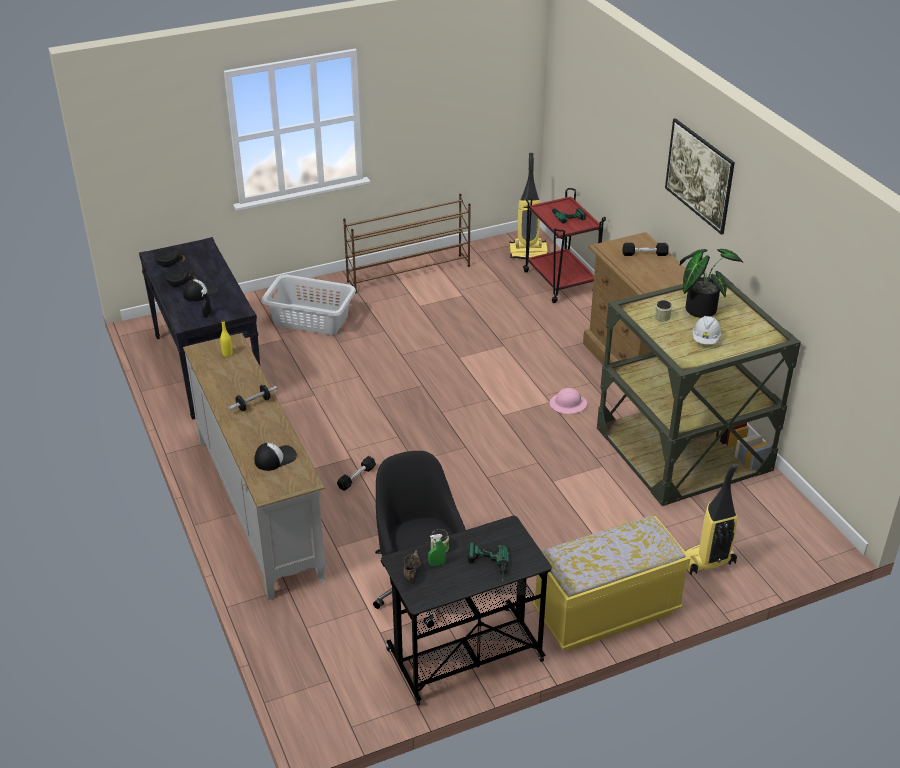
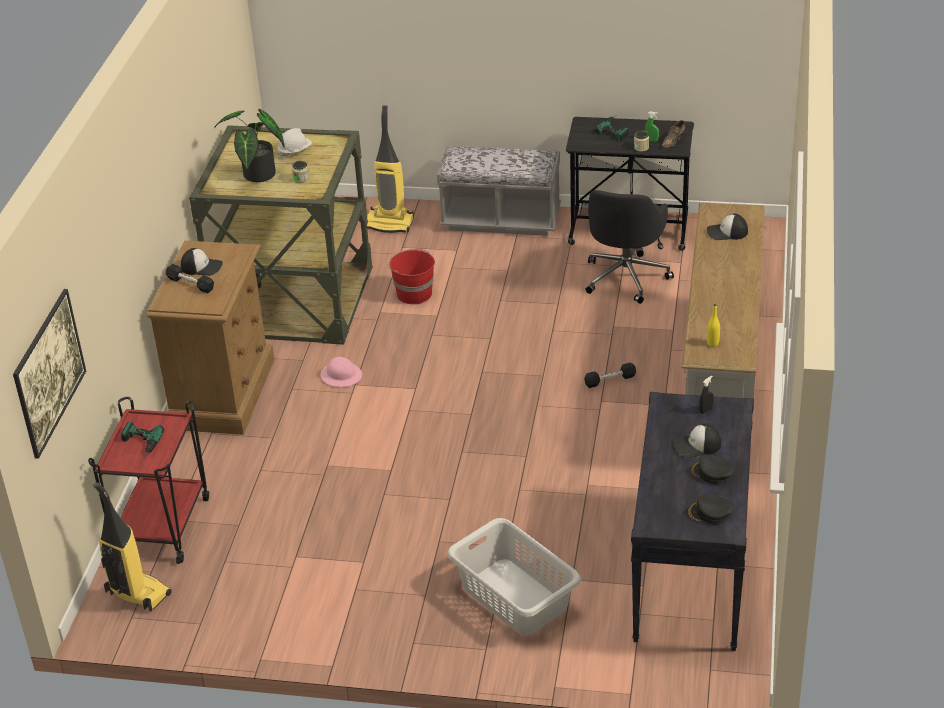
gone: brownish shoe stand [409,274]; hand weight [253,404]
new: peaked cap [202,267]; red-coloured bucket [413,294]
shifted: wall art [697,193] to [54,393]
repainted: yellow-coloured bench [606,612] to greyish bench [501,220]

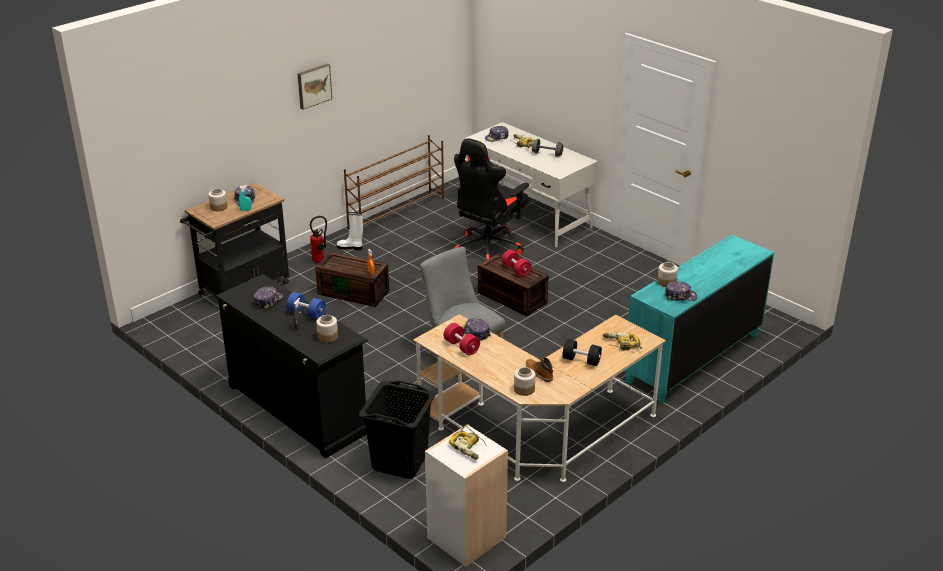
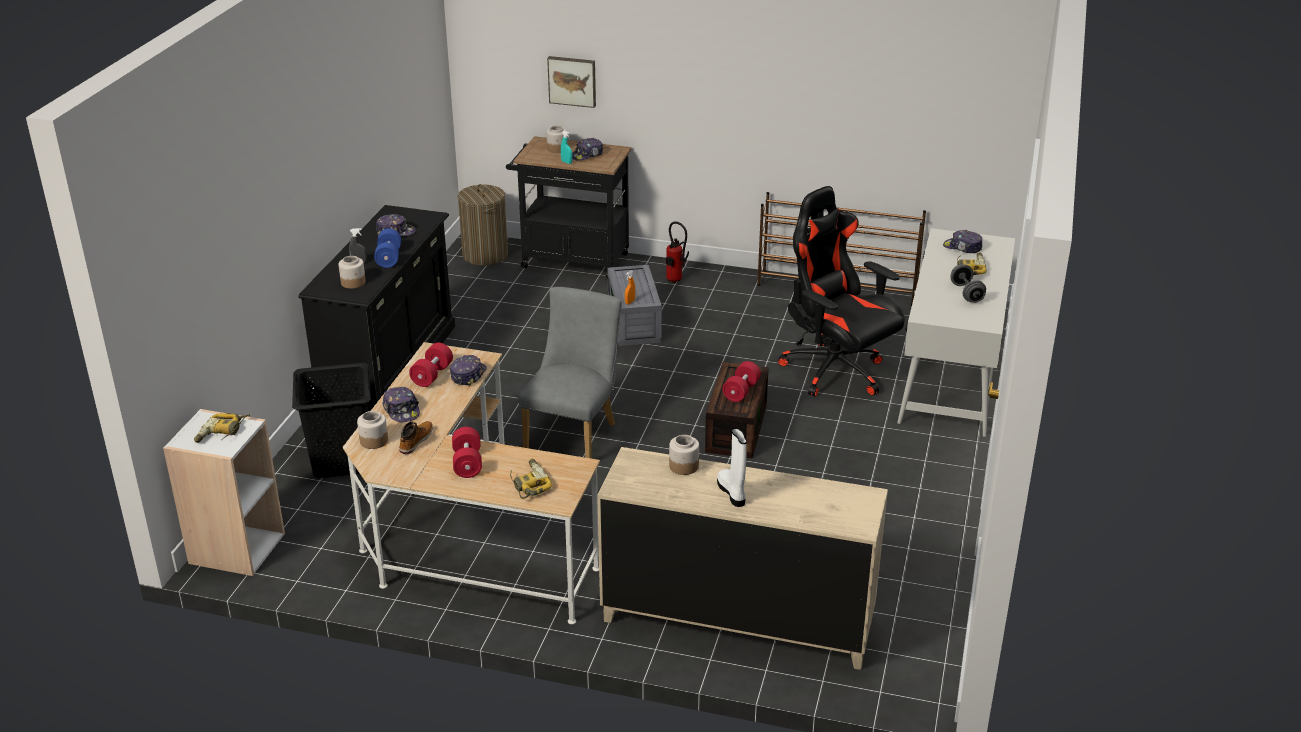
new: laundry basket [485,255]
shifted: wall art [313,85] to [572,81]; white tall boot [350,247] to [732,492]; peaked cap [680,296] to [402,410]
repainted: turquoise chest of drawers [693,359] to sand-coloured chest of drawers [737,622]; brownish storage container [354,292] to greyish storage container [635,323]; black hand weight [581,360] to red-coloured hand weight [467,463]
rotated: black desk chair [491,246] = [839,375] 45 degrees clockwise

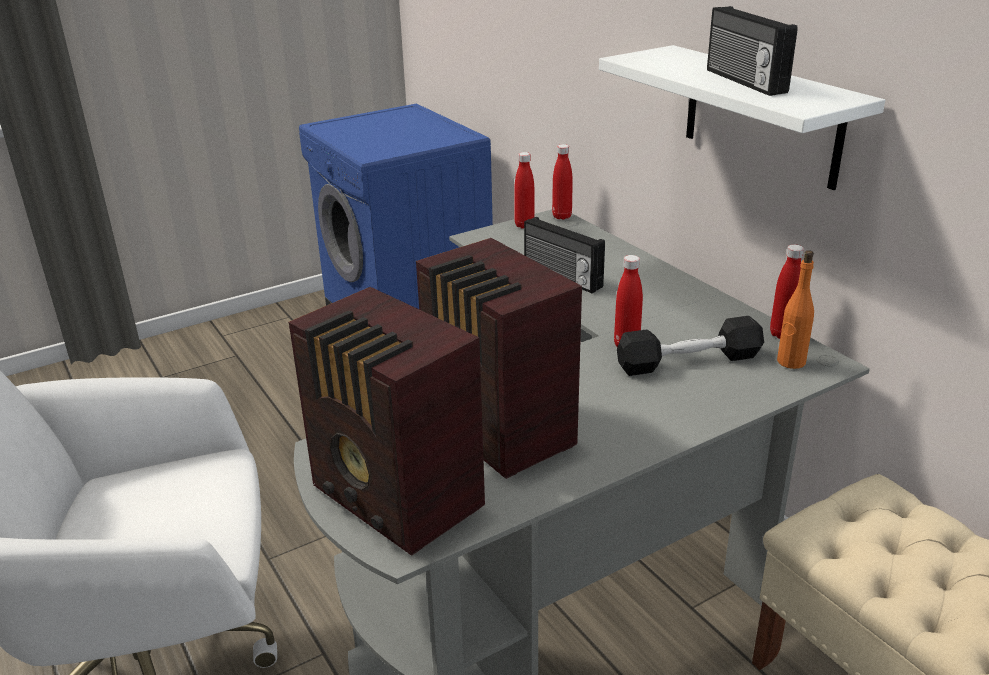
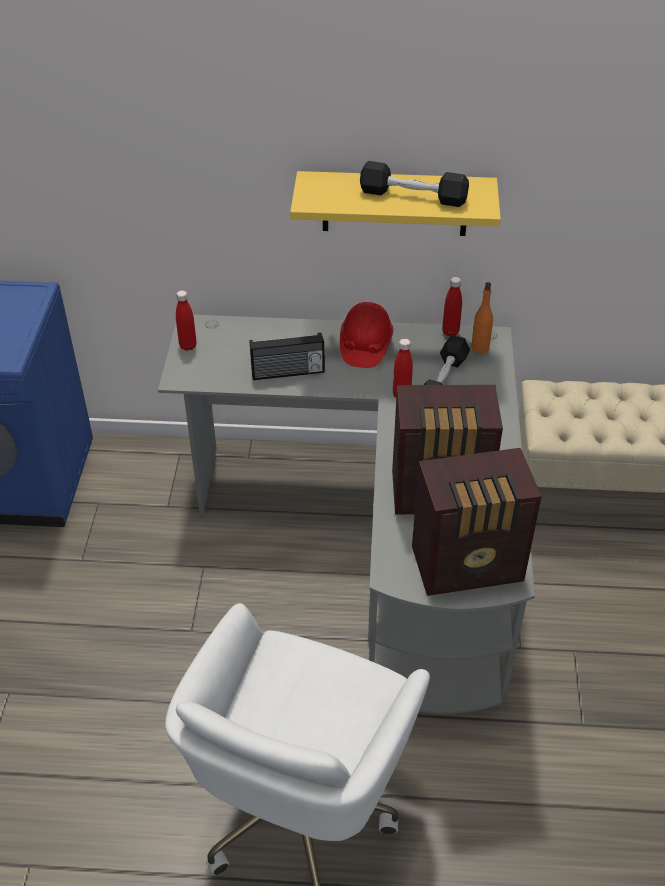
gone: red-coloured beverage bottle [562,216]
new: red-coloured work helmet [365,346]
swapped: radio set [743,81] to black hand weight [413,196]
repainted: white wall shelf [761,116] to yellow-coloured wall shelf [395,203]

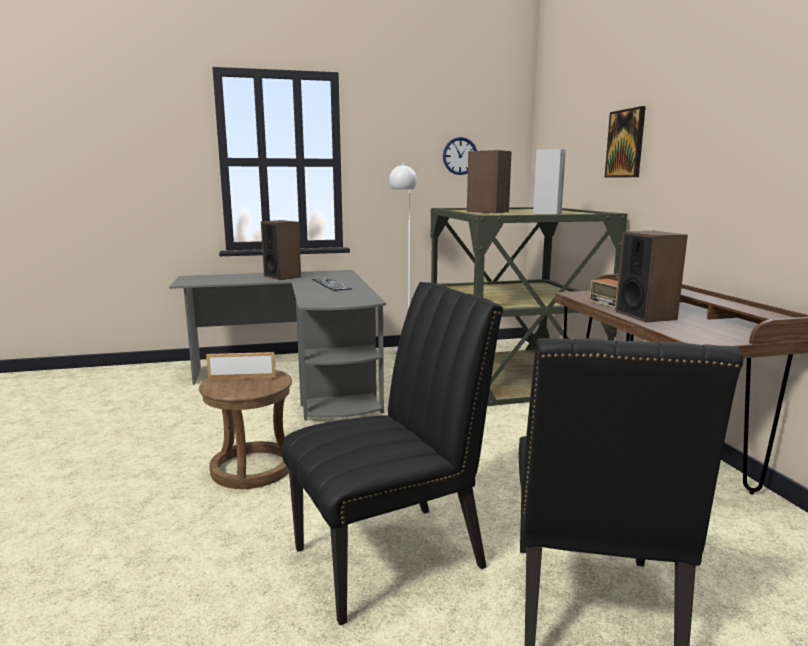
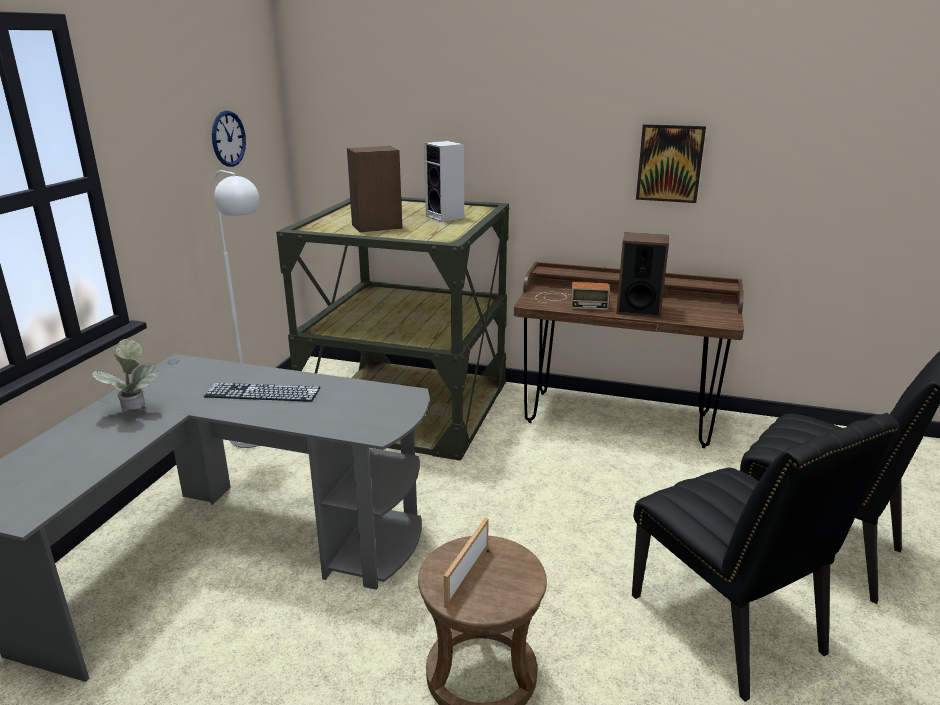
shifted: wall art [625,143] to [670,163]
swapped: speaker [282,276] to plant in a pot [135,413]
rotated: black plain chair [388,559] = [724,622] 150 degrees clockwise

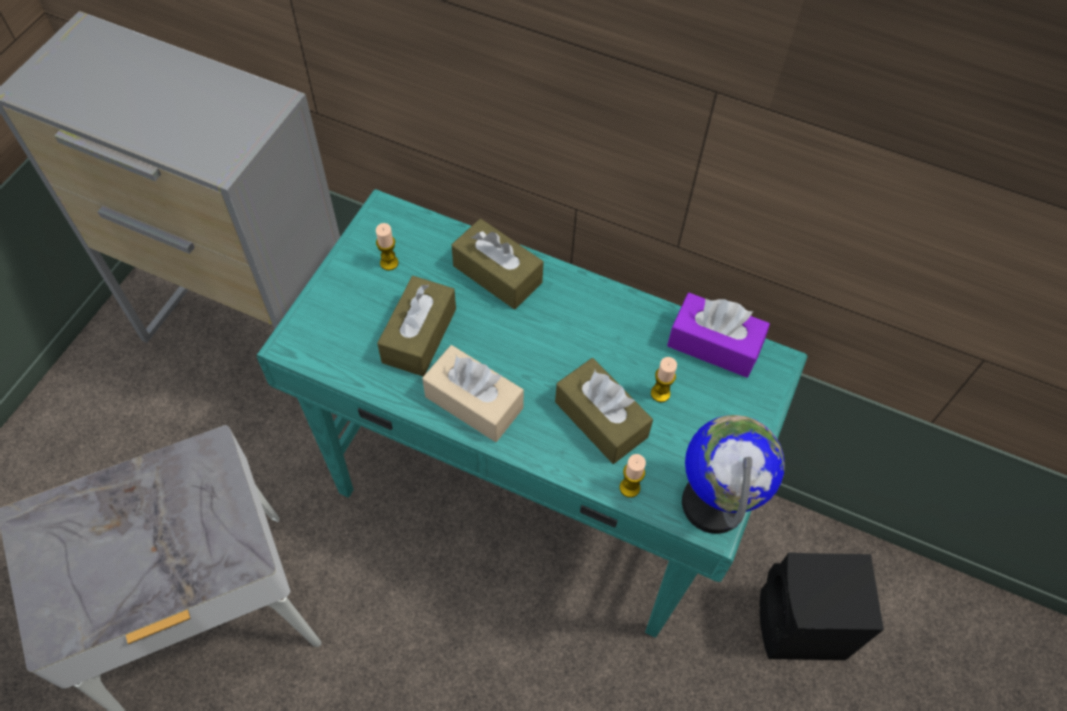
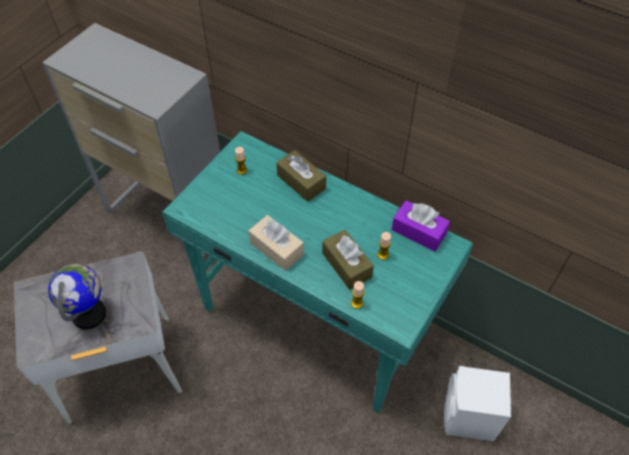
gone: brownish tissue holder [419,335]
shifted: desk globe [714,503] to [90,314]
repainted: black speaker [800,628] to white speaker [468,419]

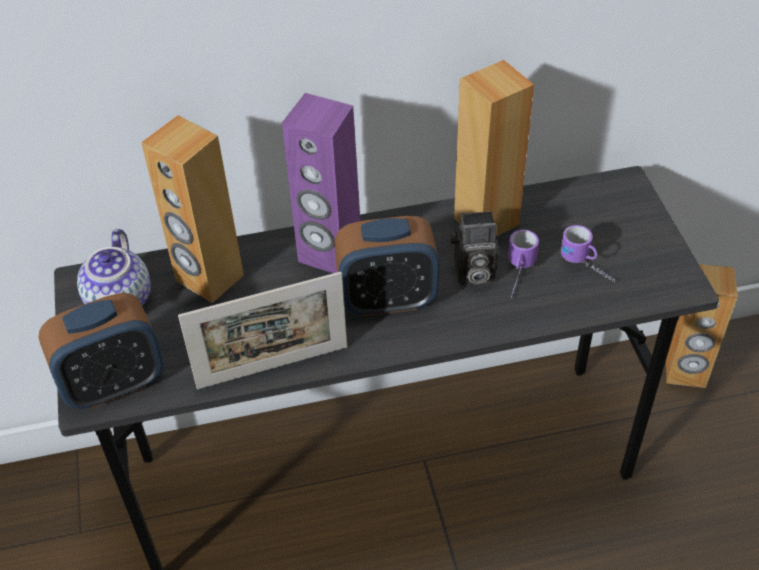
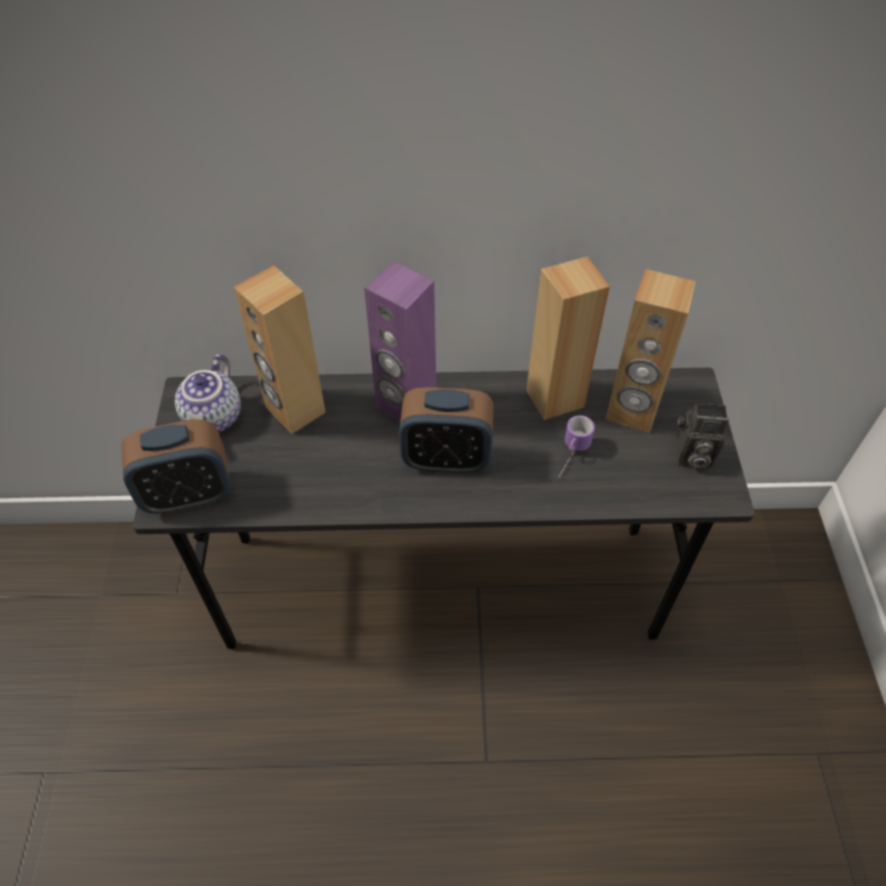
gone: tea mug [587,268]; photo frame [273,367]
shifted: still camera [472,274] to [691,456]; brownish speaker [685,372] to [631,411]

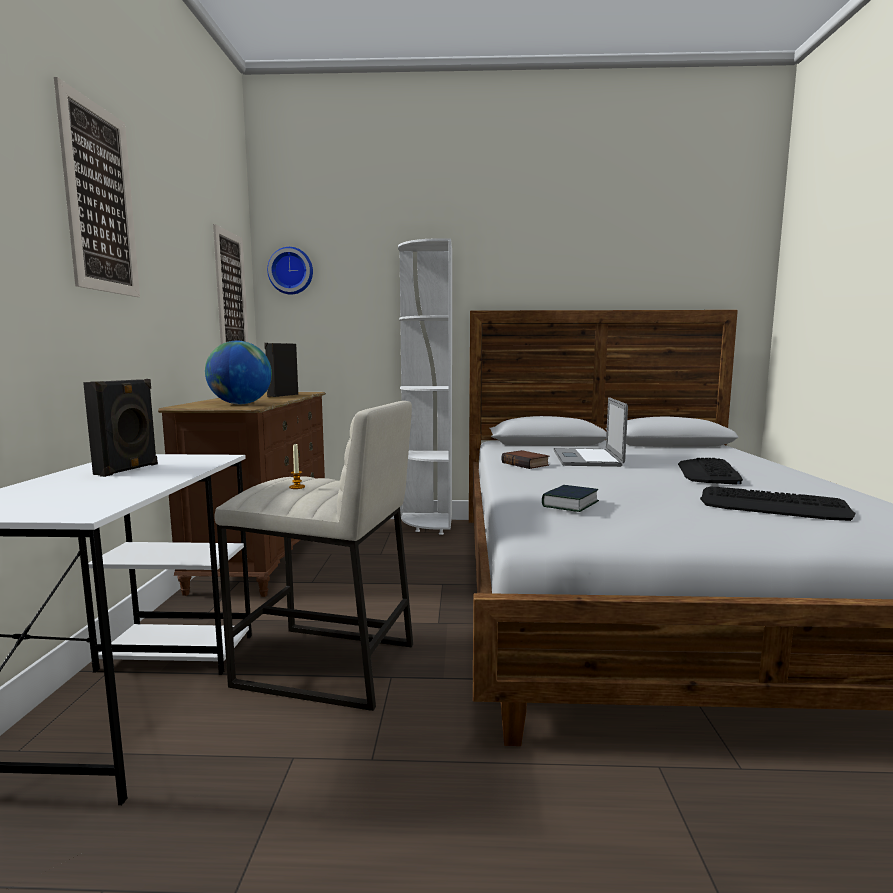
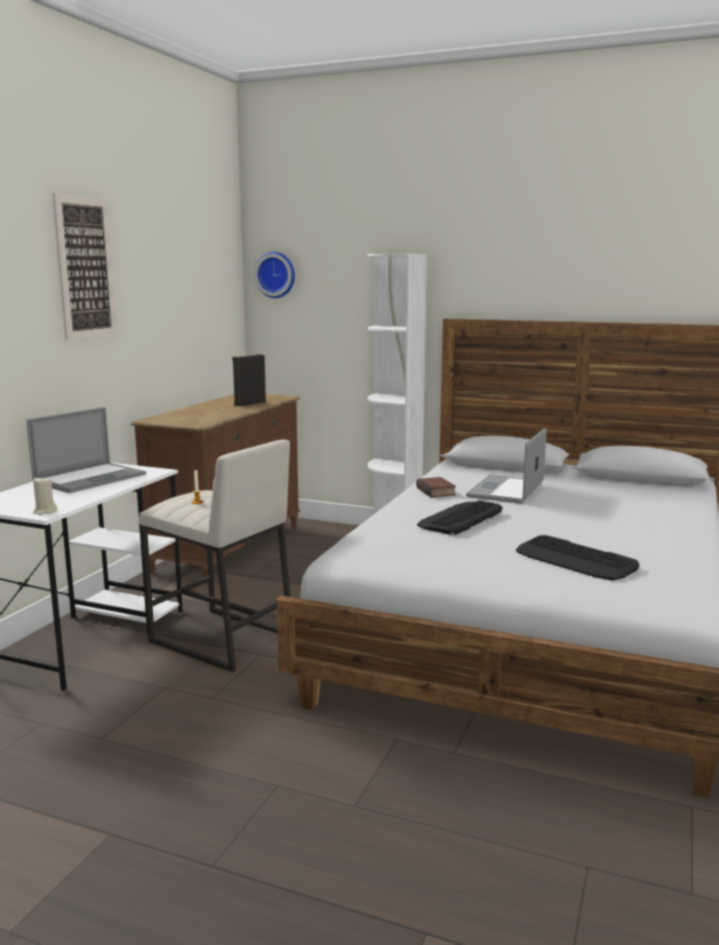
gone: wall art [231,291]; desk globe [240,404]; bound book [570,504]
new: sand-coloured candle [45,511]
shifted: keyboard [708,472] to [460,518]
swapped: black speaker [128,469] to laptop [90,478]

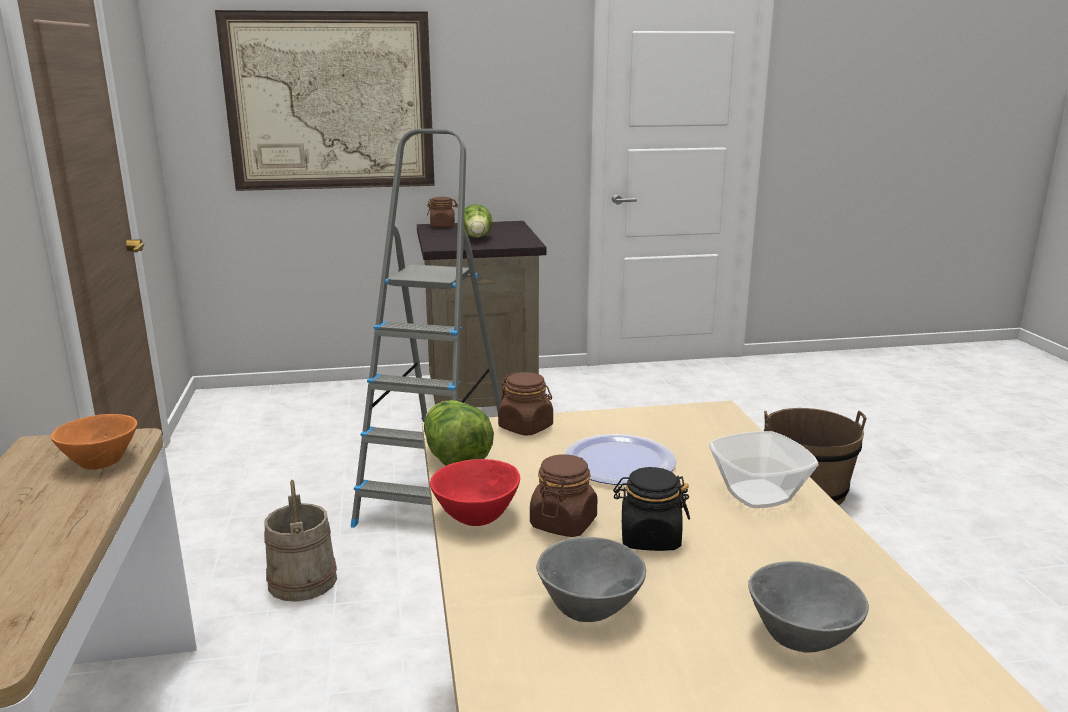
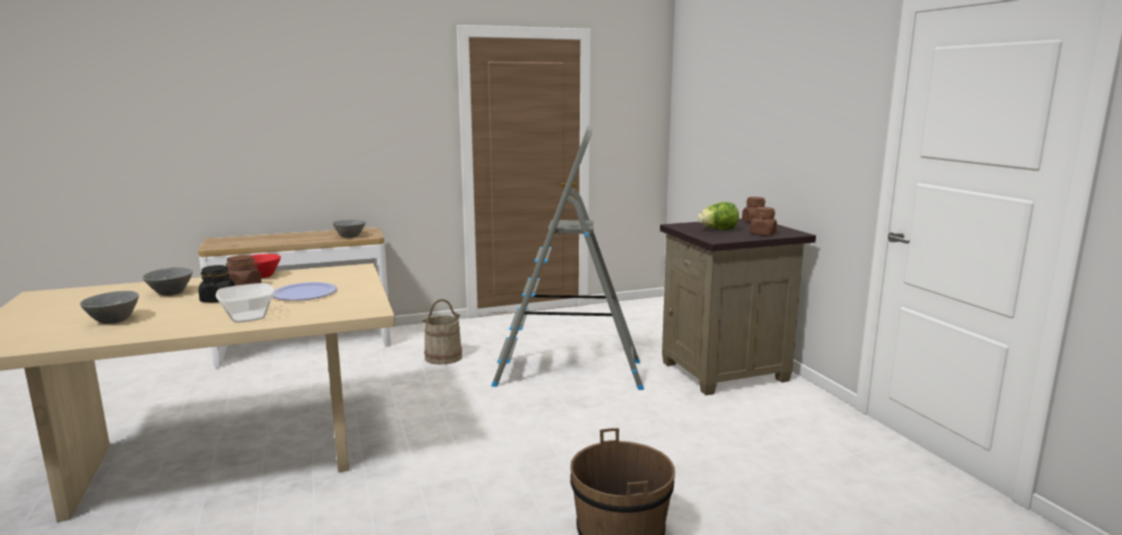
gone: wall art [330,102]; lettuce head [454,459]
shifted: brownish jar [526,427] to [763,234]
repainted: orangey deep dish [103,461] to greyish deep dish [350,236]

